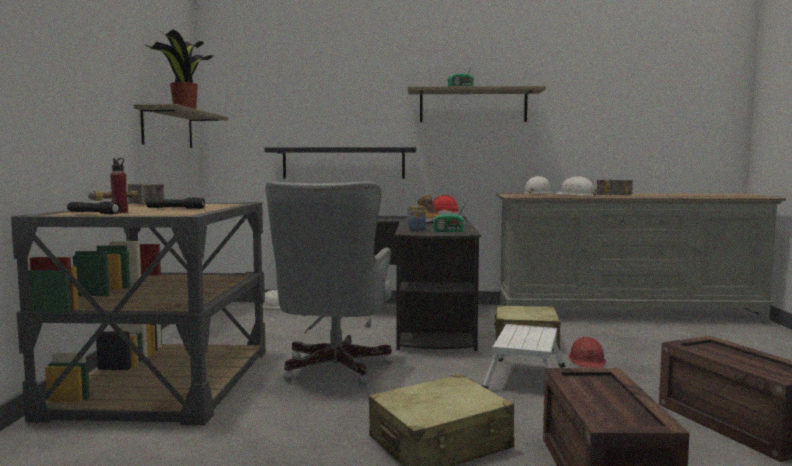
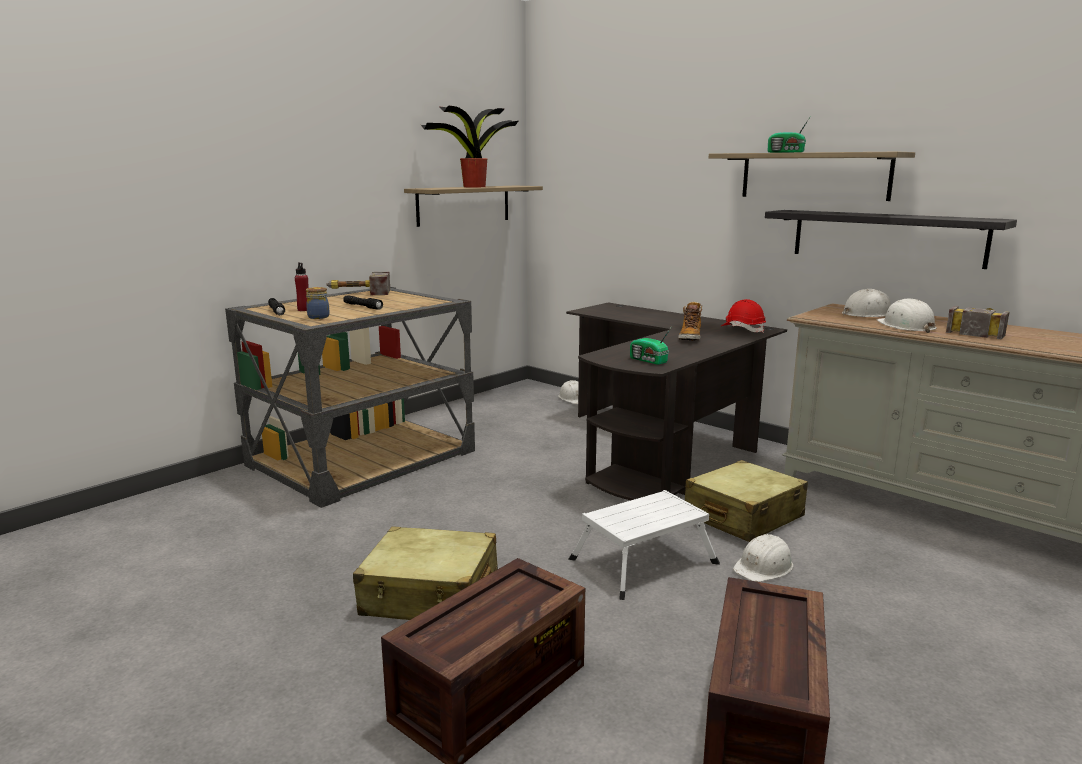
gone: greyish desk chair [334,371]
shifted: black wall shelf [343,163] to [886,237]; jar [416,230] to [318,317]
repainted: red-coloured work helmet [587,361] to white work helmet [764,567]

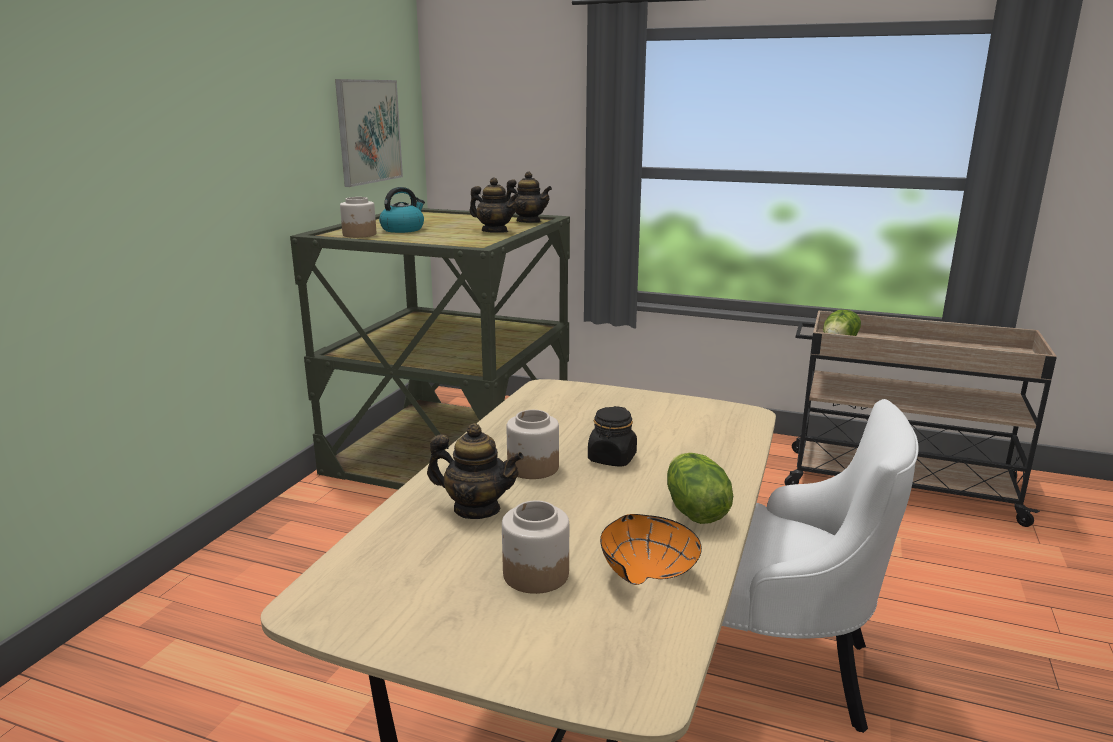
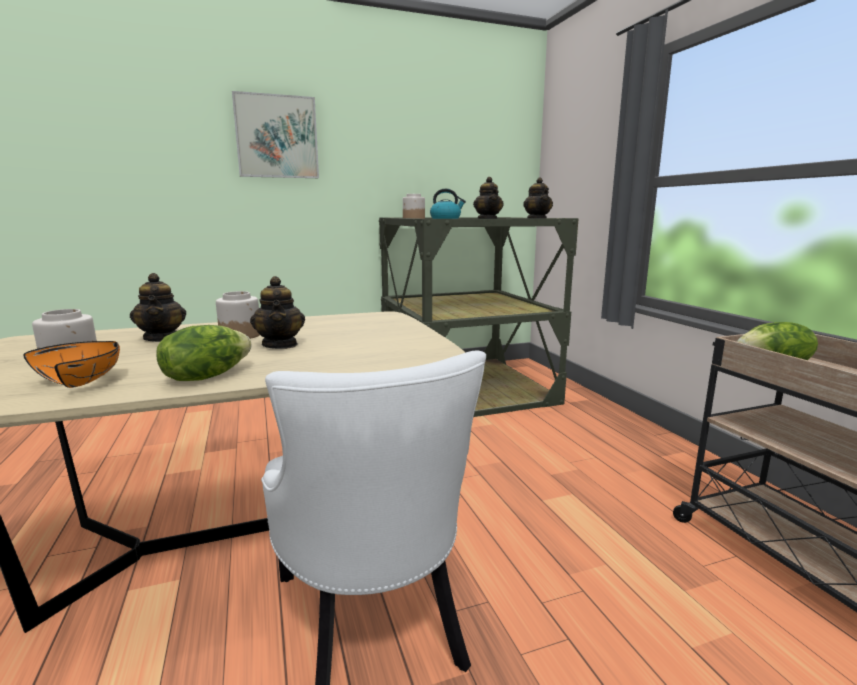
shifted: wall art [369,131] to [277,137]
swapped: black jar [612,458] to tea pot [280,345]

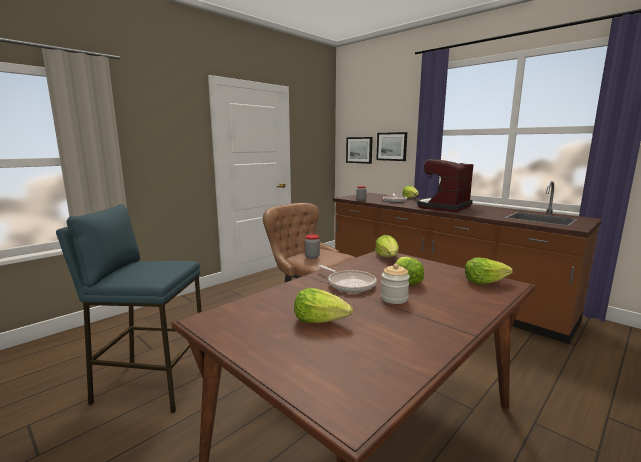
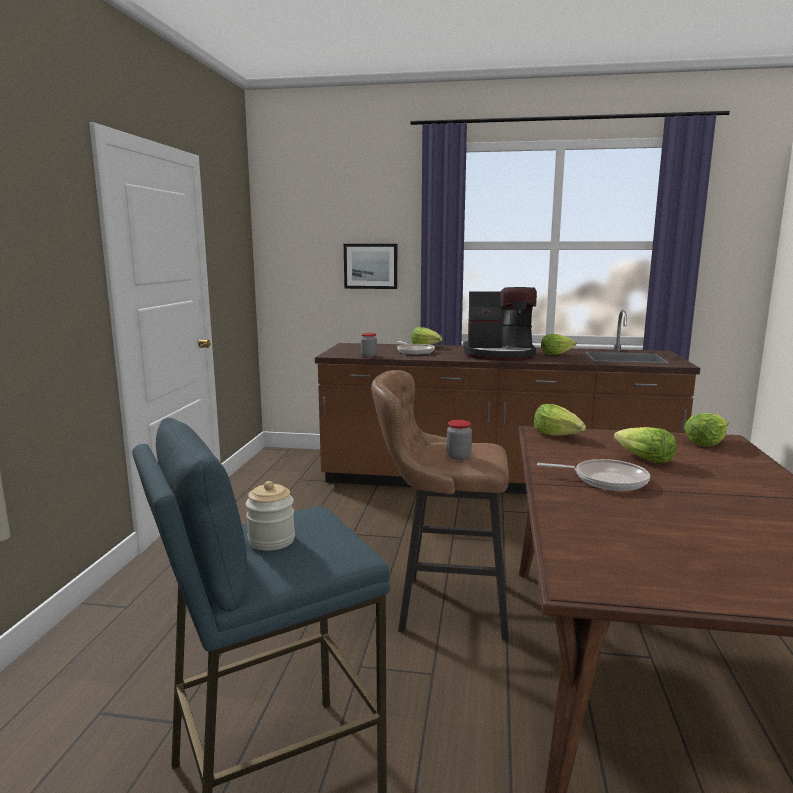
gone: wall art [359,150]
shifted: jar [394,298] to [271,540]; lettuce head [321,320] to [556,354]
rotated: coffee brewer [443,207] = [499,355] 90 degrees counterclockwise

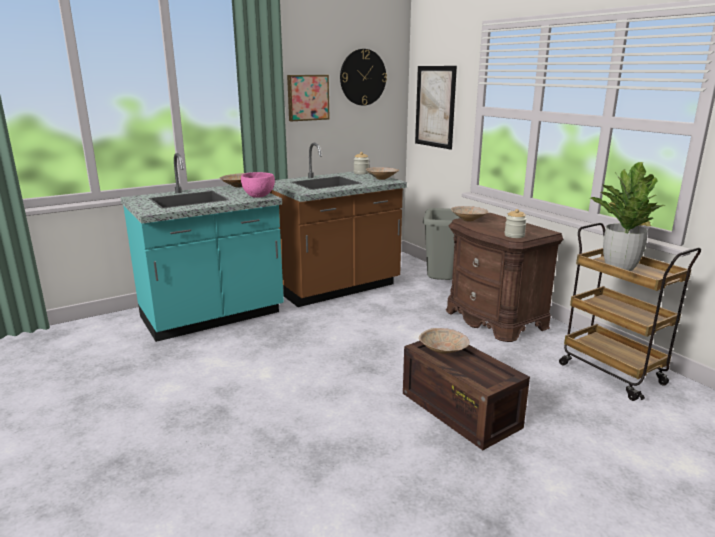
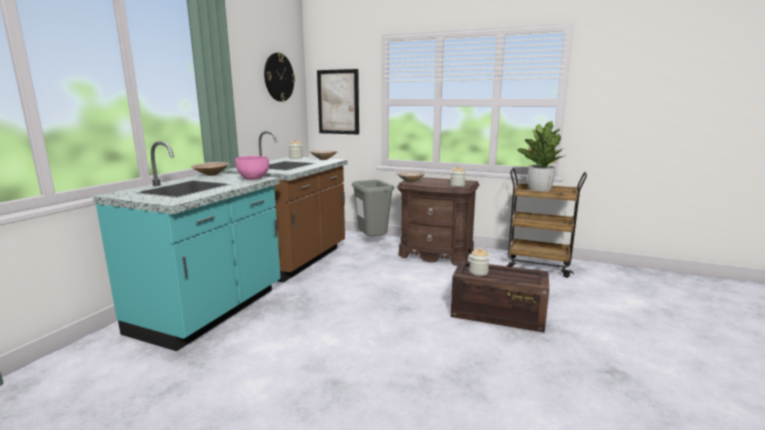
gone: wall art [307,97]
swapped: sand-coloured deep dish [444,351] to jar [478,272]

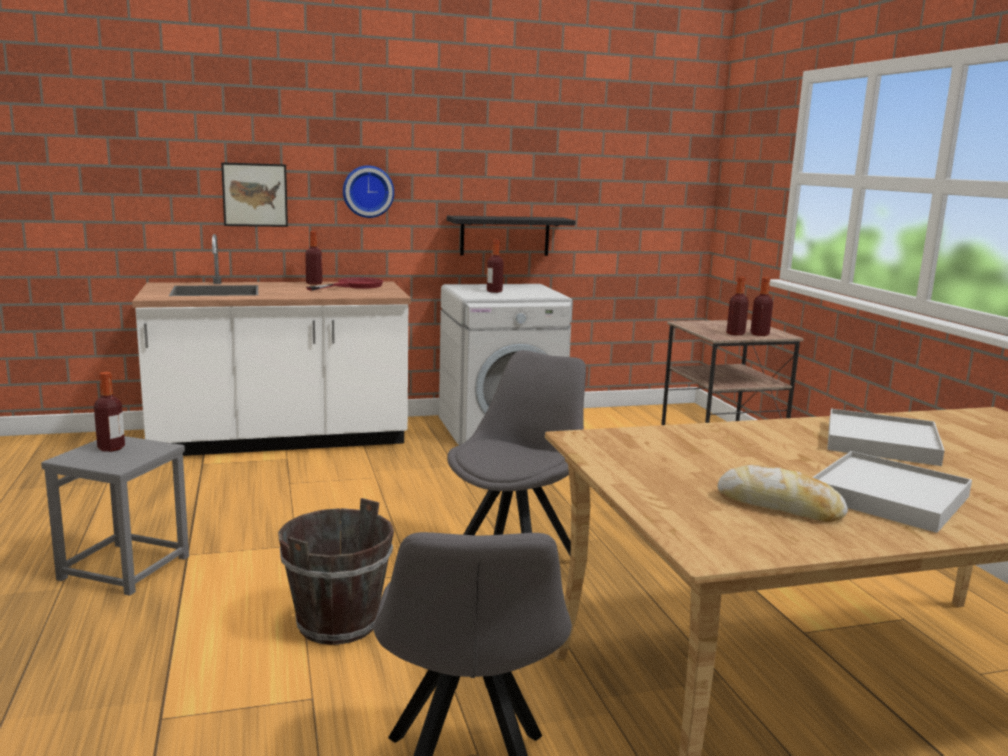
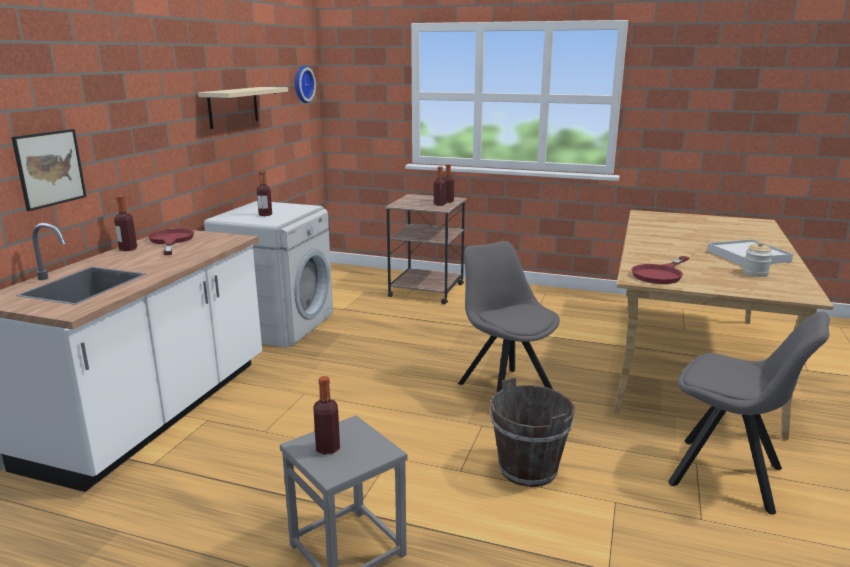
gone: black wall shelf [505,236]; white tray [881,442]
new: sand-coloured wall shelf [233,107]; red-coloured skillet [660,274]
shifted: clock on the wall [368,191] to [302,84]
swapped: bread [779,506] to jar [755,273]

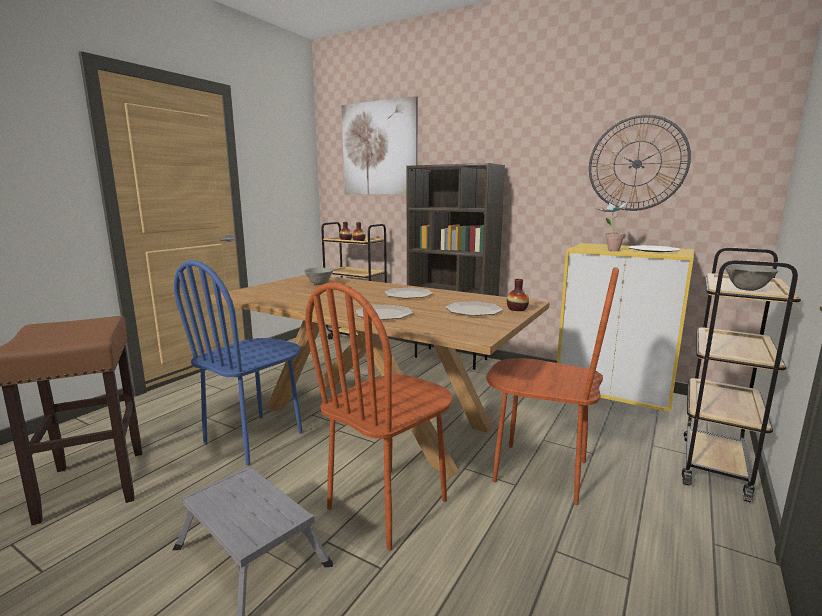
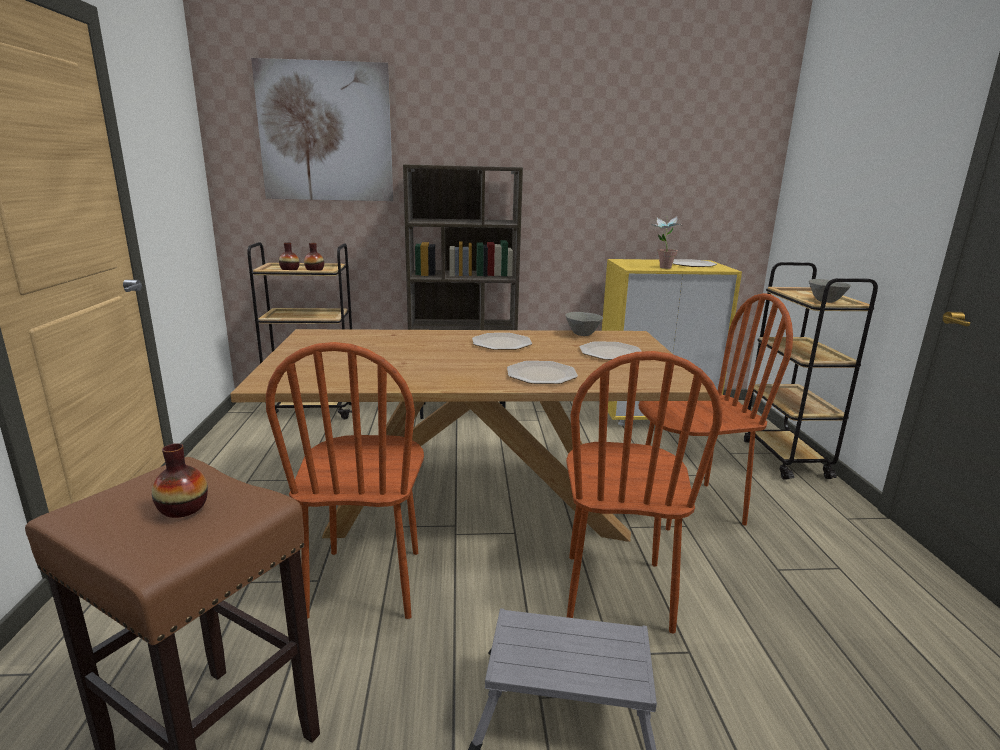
gone: clock on the wall [637,163]
shifted: greyish deep dish [319,284] to [583,334]; flower vase [517,309] to [183,508]
repainted: blue plain chair [254,438] to brownish plain chair [366,583]

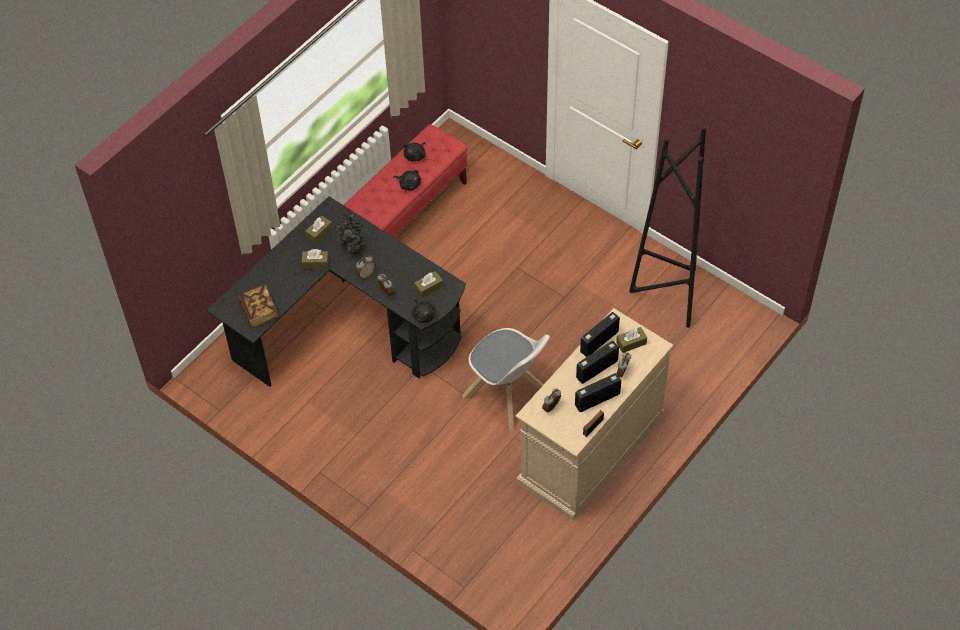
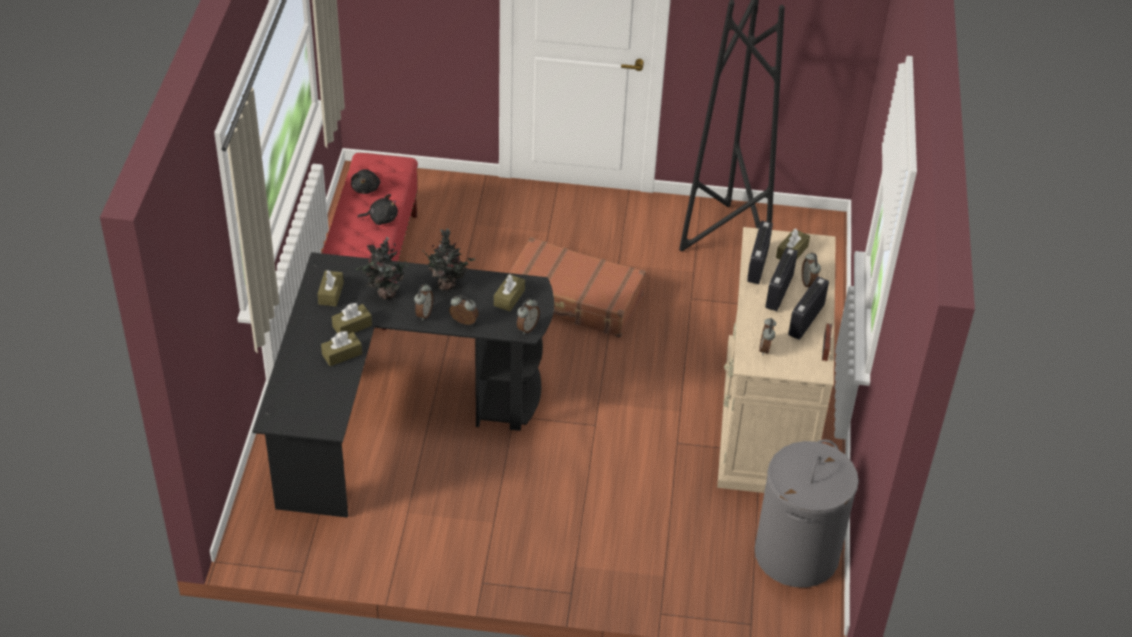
gone: bound book [259,311]; plain chair [508,395]
new: plant in a pot [448,285]; brownish travel case [574,299]; brownish tissue holder [342,354]; greyish laundry basket [797,554]
swapped: black soft toy [423,315] to bedside clock [527,328]

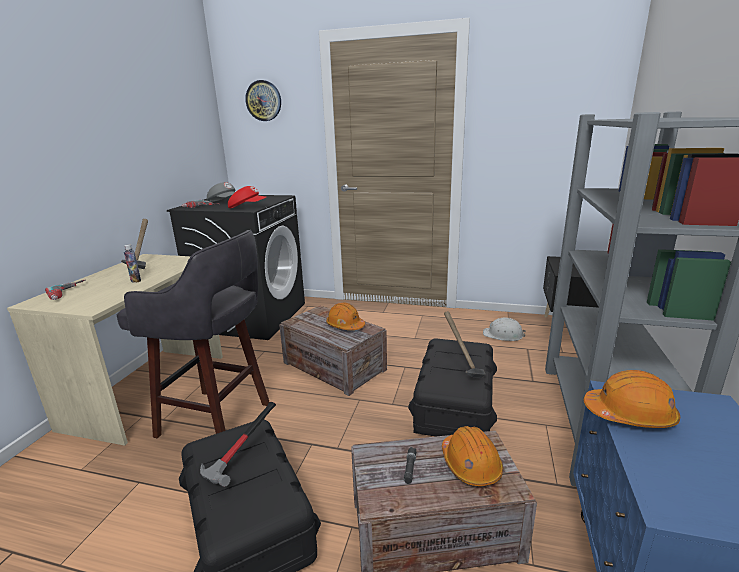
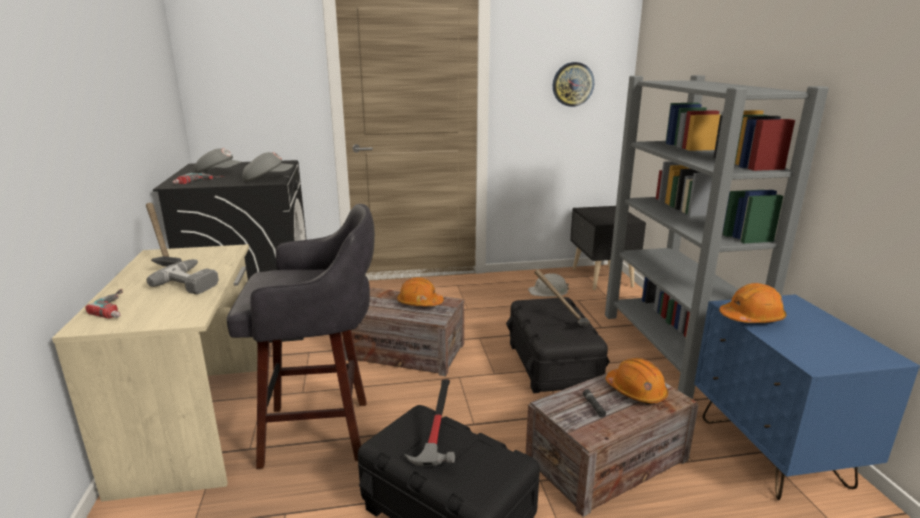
shifted: clock on the wall [263,101] to [572,84]
swapped: beverage bottle [136,280] to electric drill [193,281]
repainted: red-coloured peaked cap [247,207] to greyish peaked cap [267,179]

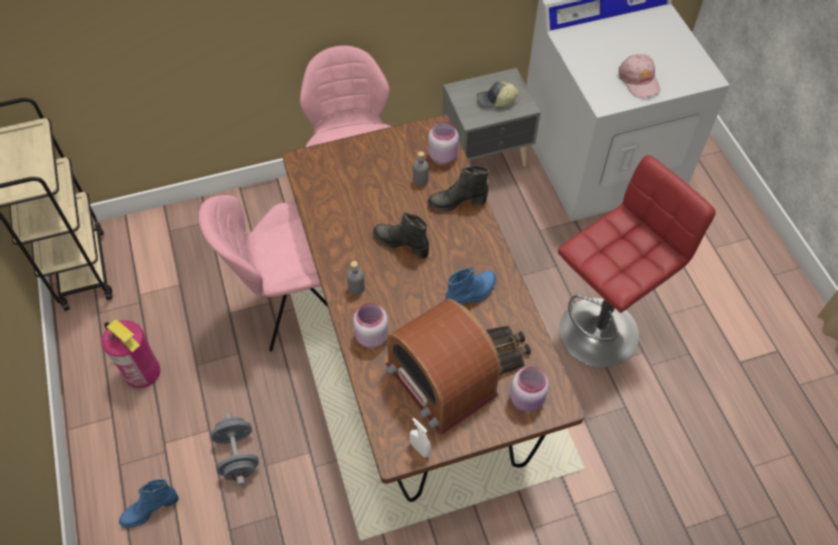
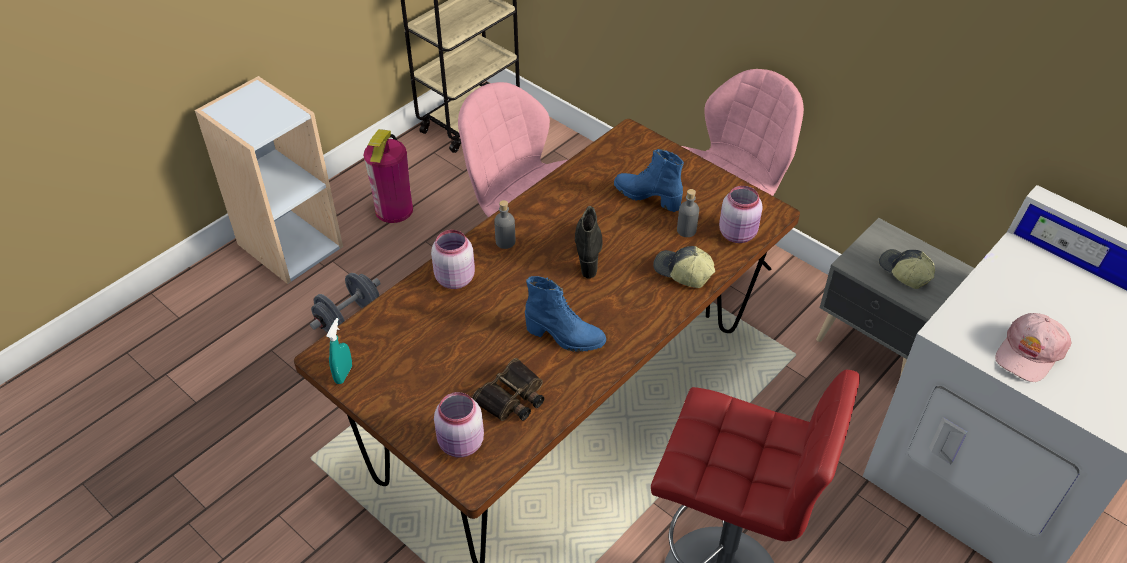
gone: radio set [440,381]
new: bookcase [290,244]
shifted: blue tall boot [150,510] to [647,197]
swapped: black tall boot [457,203] to peaked cap [682,272]
repainted: white spray bottle [420,449] to turquoise spray bottle [343,374]

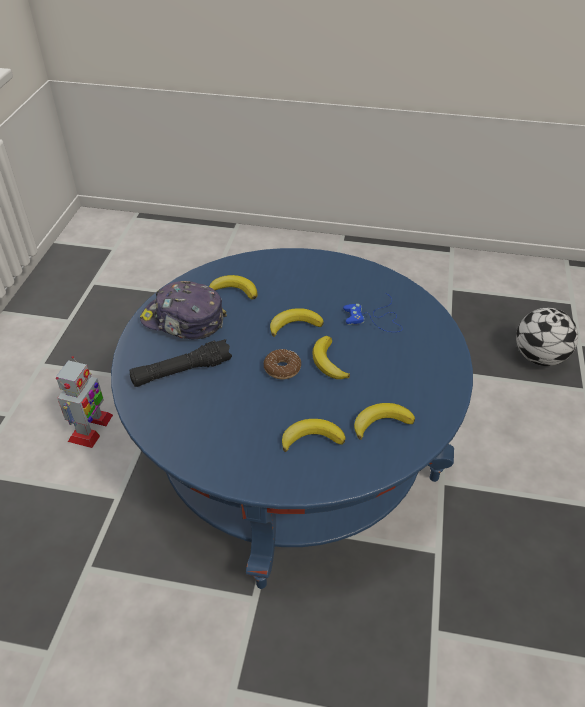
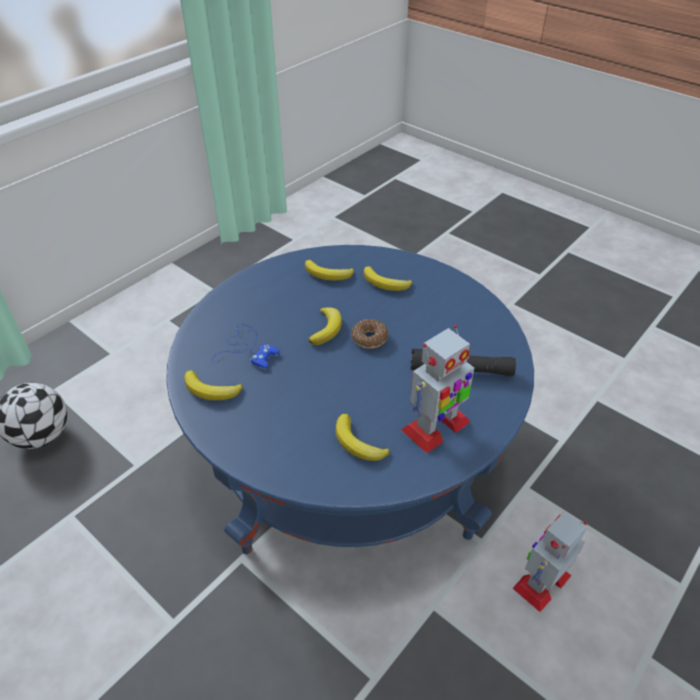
shifted: banana fruit [295,325] to [211,390]
swapped: peaked cap [183,320] to toy robot [435,426]

